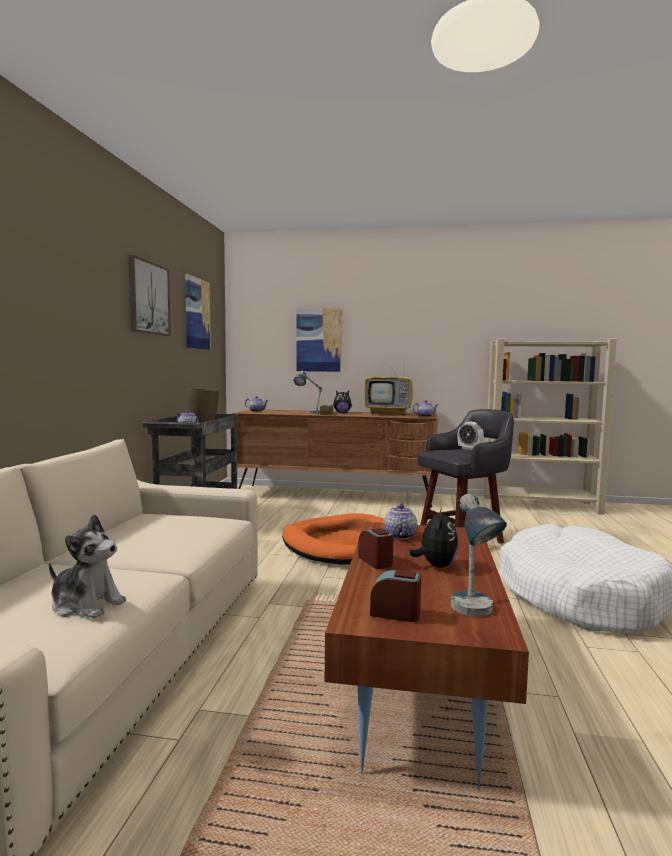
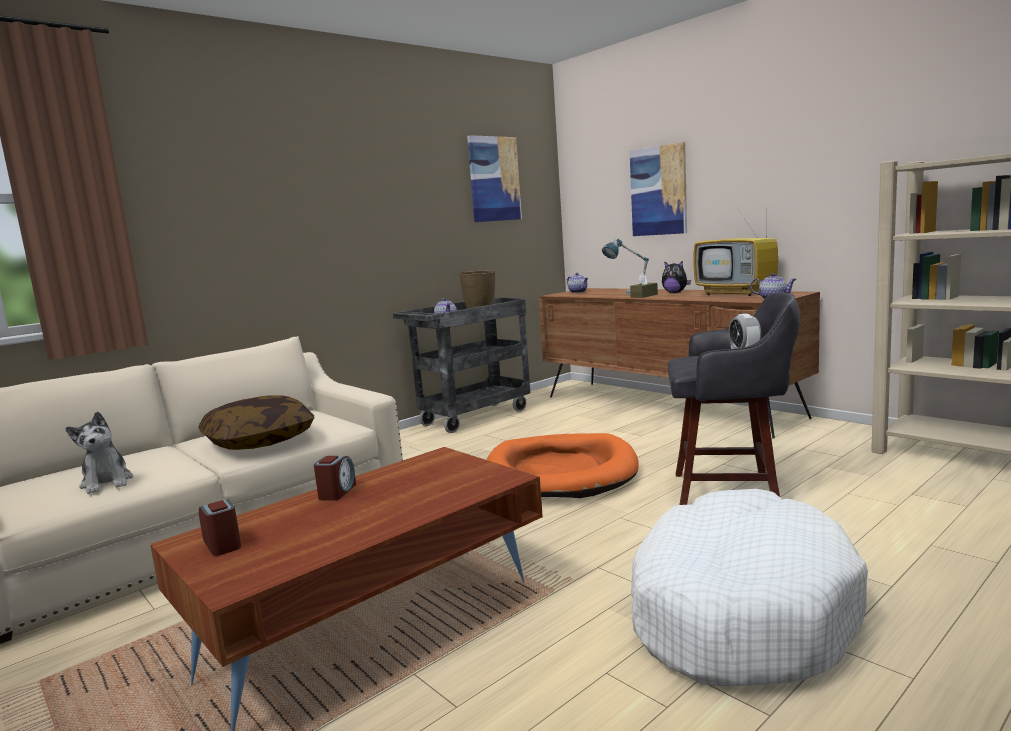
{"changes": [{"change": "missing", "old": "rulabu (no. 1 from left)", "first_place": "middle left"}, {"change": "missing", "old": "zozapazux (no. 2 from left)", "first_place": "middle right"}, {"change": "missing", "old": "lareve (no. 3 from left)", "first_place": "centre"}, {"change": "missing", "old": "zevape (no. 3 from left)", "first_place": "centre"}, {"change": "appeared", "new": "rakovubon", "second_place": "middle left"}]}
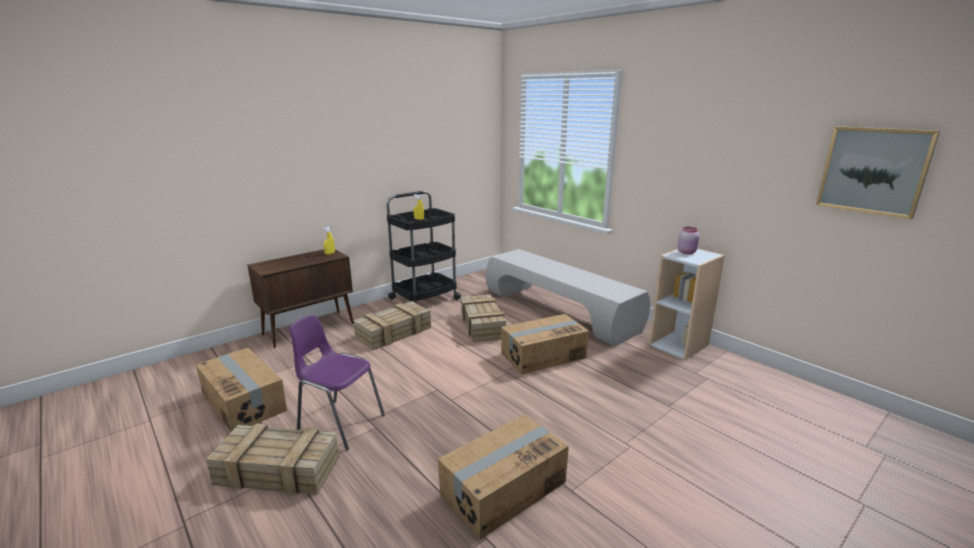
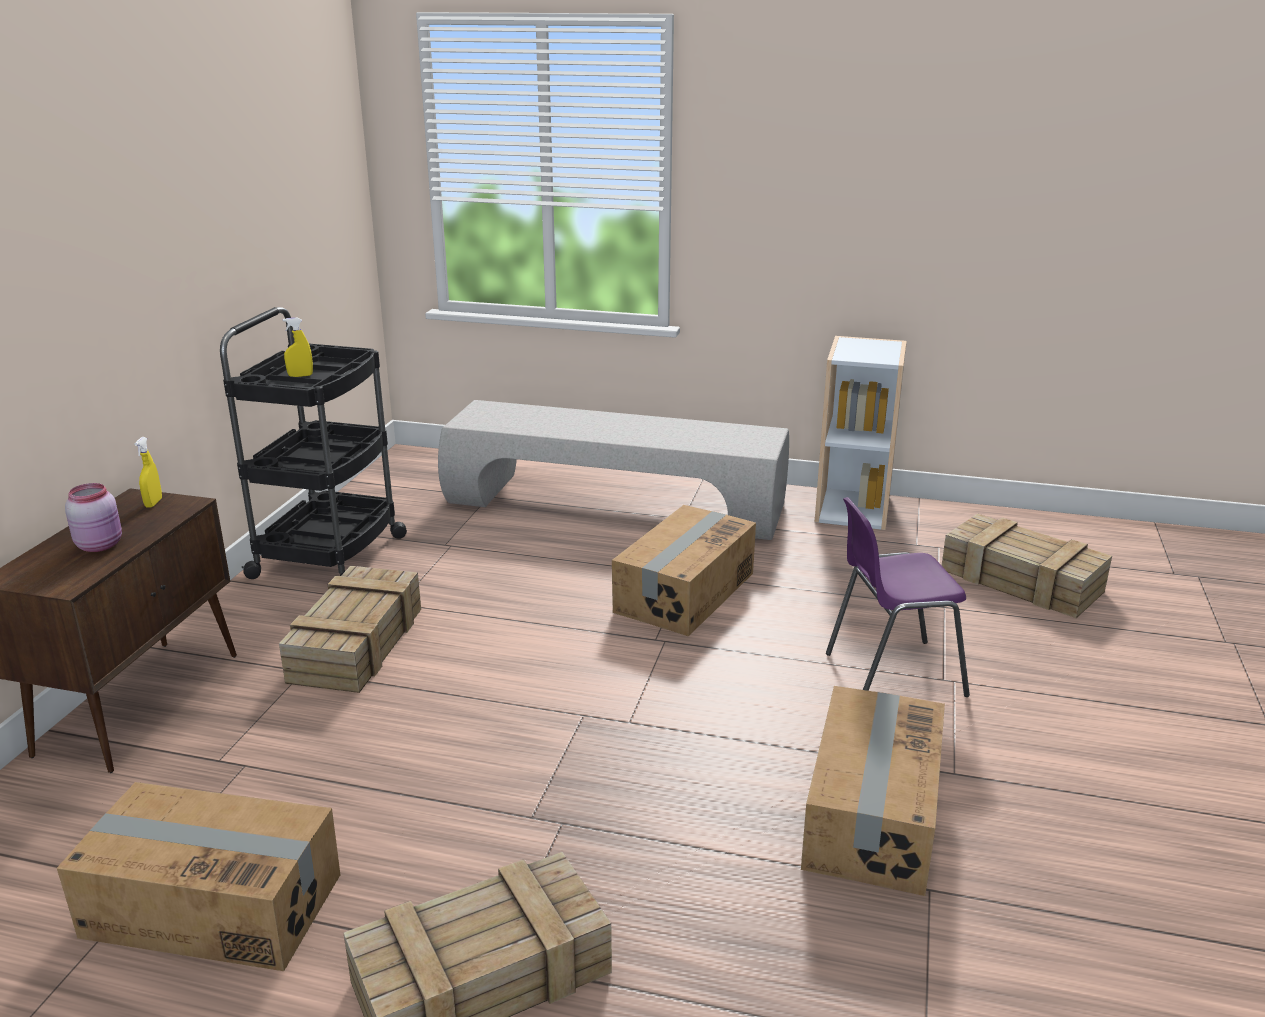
{"changes": [{"change": "missing", "old": "rulabu", "first_place": "top right"}, {"change": "relocated", "old": "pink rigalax", "first_place": "middle right", "second_place": "middle left"}, {"change": "relocated", "old": "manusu (no. 3 from left)", "first_place": "centre", "second_place": "middle right"}, {"change": "relocated", "old": "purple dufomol", "first_place": "bottom centre", "second_place": "middle right"}]}
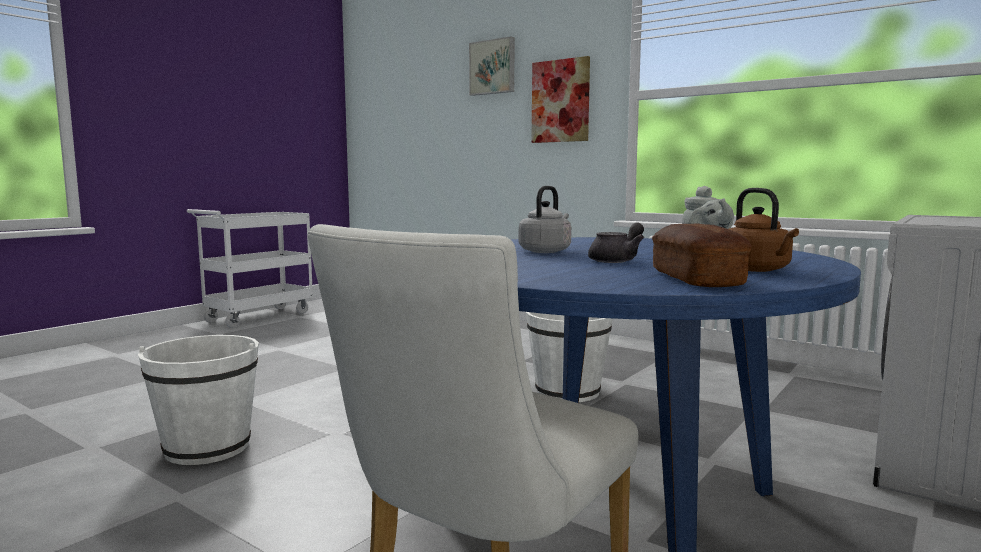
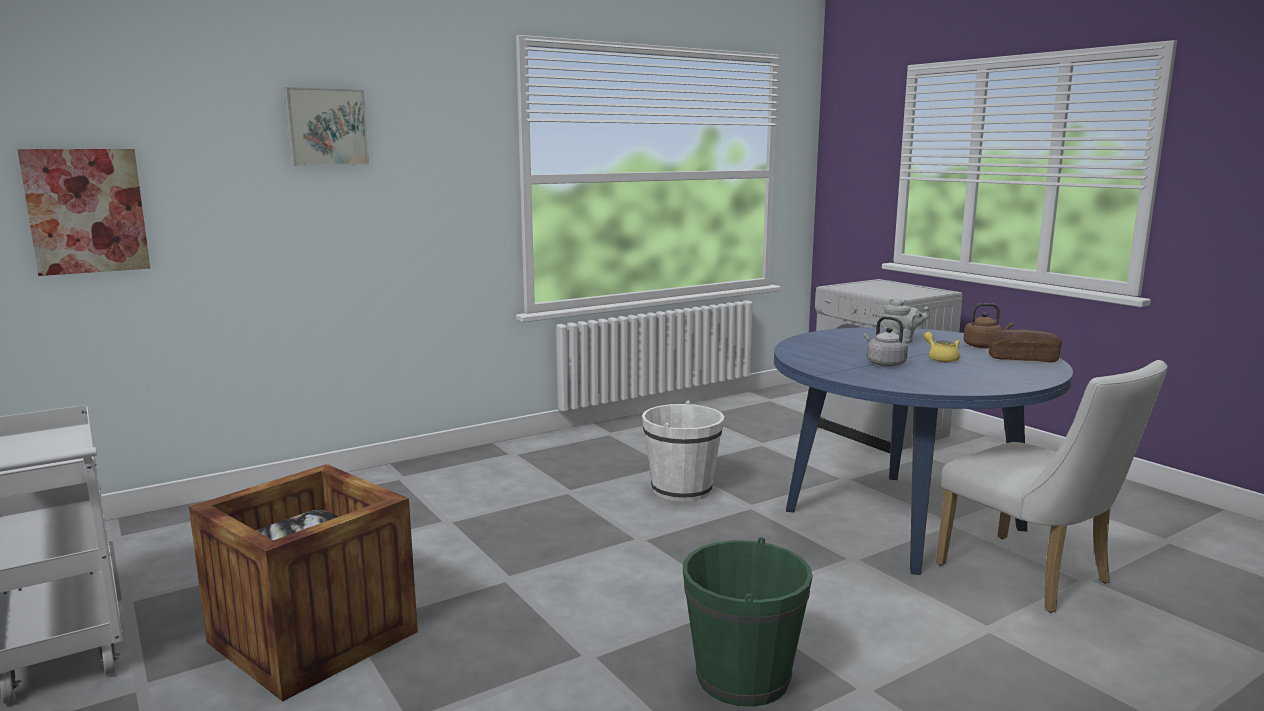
{"changes": [{"change": "relocated", "old": "rulabu (no. 2 from left in the first image)", "new": "rulabu (no. 1 from left)", "first_place": "top centre", "second_place": "top left"}, {"change": "colour", "old": "grey lareve (no. 1 from left)", "new": "yellow lareve", "first_place": "centre", "second_place": "middle right"}, {"change": "colour", "old": "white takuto (no. 1 from left)", "new": "green takuto", "first_place": "bottom left", "second_place": "bottom centre"}, {"change": "appeared", "new": "manusu", "second_place": "bottom left"}]}
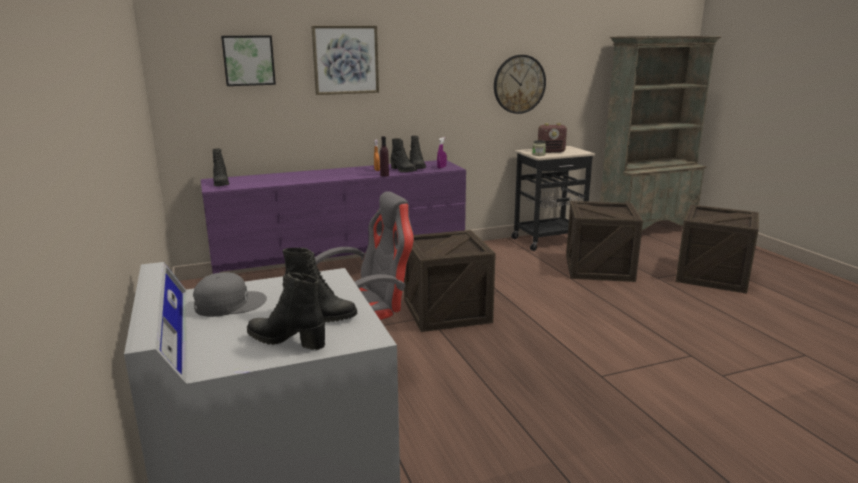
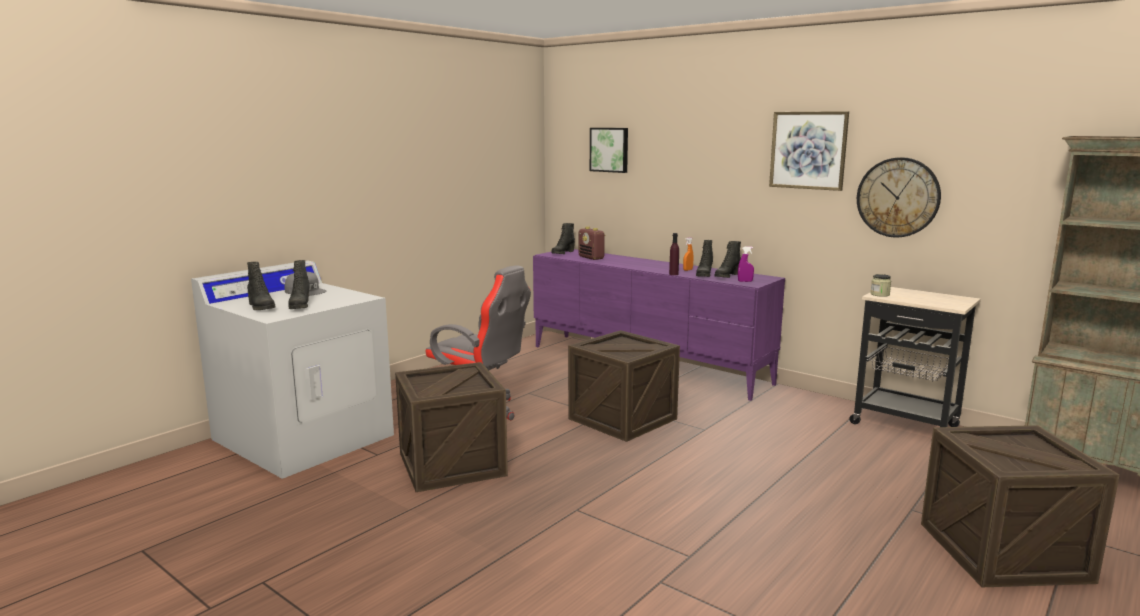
{"changes": [{"change": "relocated", "old": "rulabu (no. 2 from left)", "first_place": "top centre", "second_place": "top right"}, {"change": "relocated", "old": "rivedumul", "first_place": "top centre", "second_place": "centre"}, {"change": "relocated", "old": "manusu (no. 2 from left in the first image)", "new": "manusu (no. 1 from left)", "first_place": "middle right", "second_place": "bottom centre"}, {"change": "spun", "old": "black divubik (no. 2 from left in the first image)", "first_place": "centre", "second_place": "middle left", "degrees": 150}]}
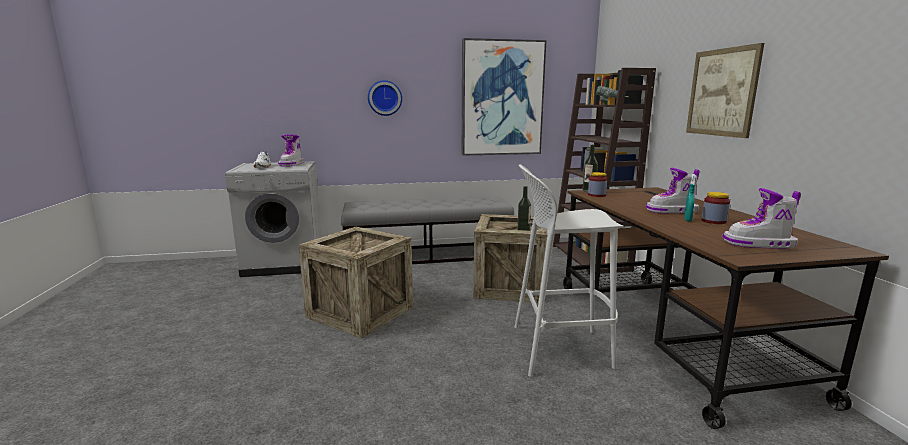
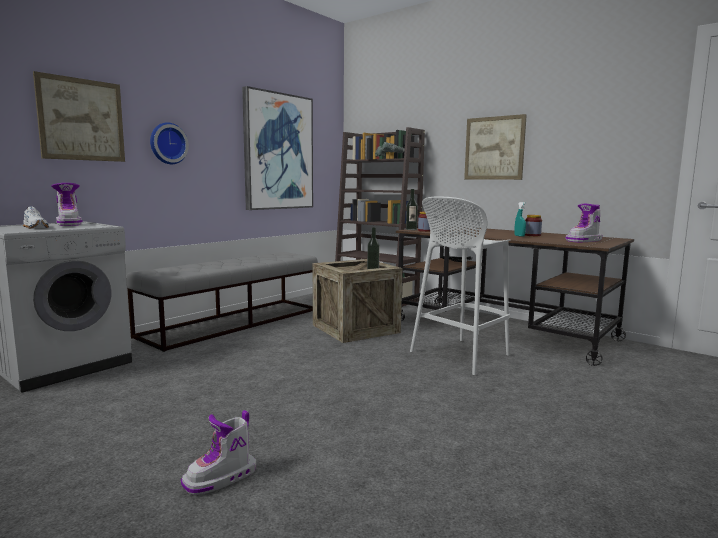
{"changes": [{"change": "relocated", "old": "divubik (no. 2 from left)", "first_place": "middle right", "second_place": "bottom left"}, {"change": "missing", "old": "manusu (no. 1 from left)", "first_place": "centre"}, {"change": "appeared", "new": "rulabu (no. 1 from left)", "second_place": "top left"}]}
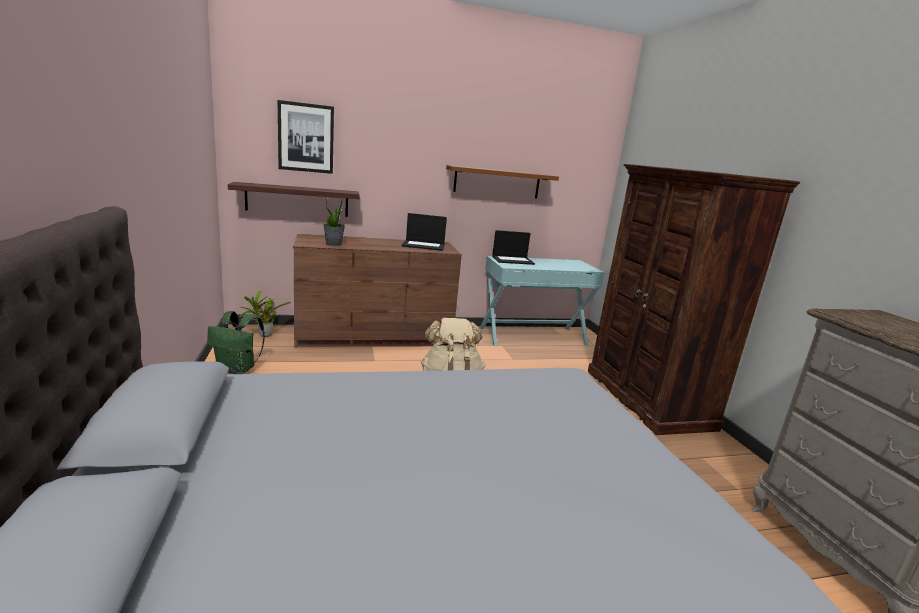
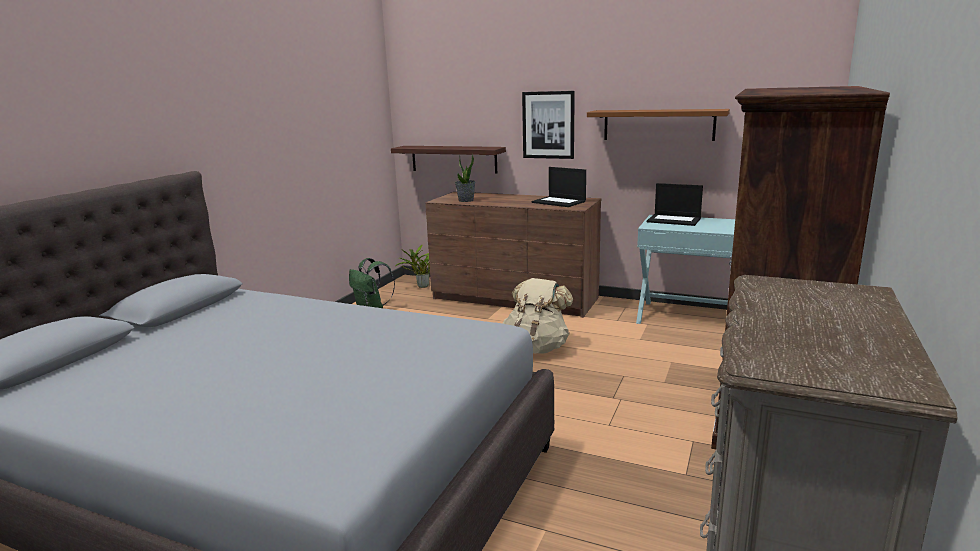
{"changes": [{"change": "relocated", "old": "rulabu", "first_place": "top left", "second_place": "top centre"}]}
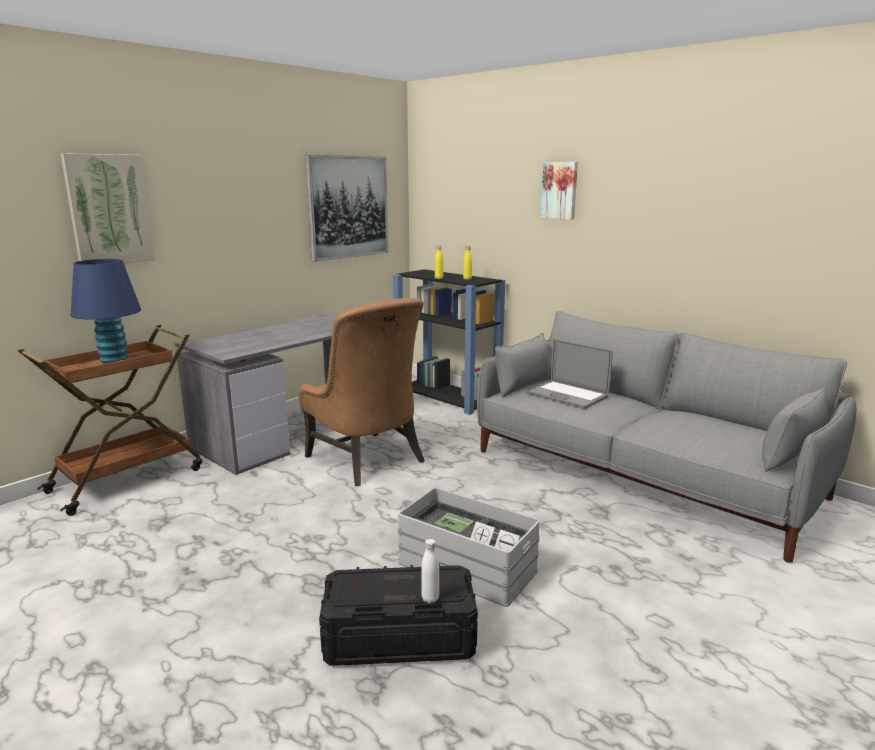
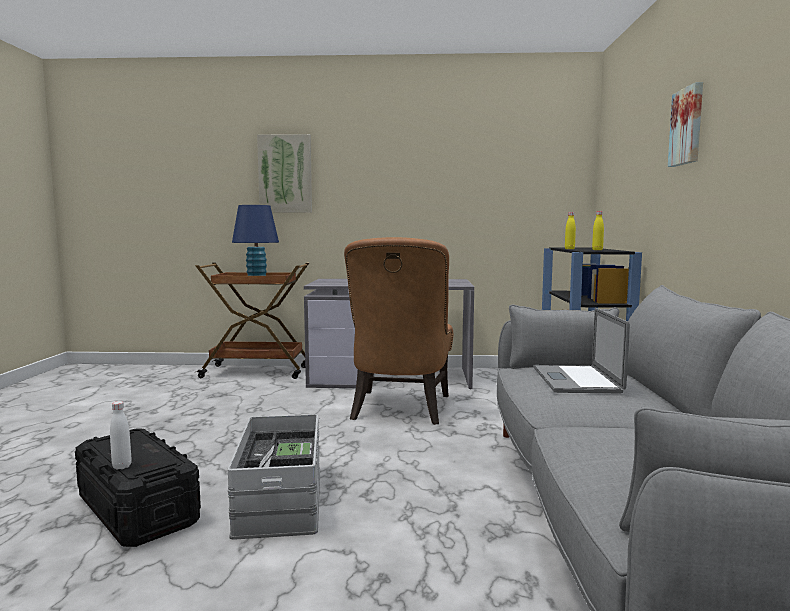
{"changes": [{"change": "missing", "old": "rulabu (no. 2 from left)", "first_place": "top centre"}]}
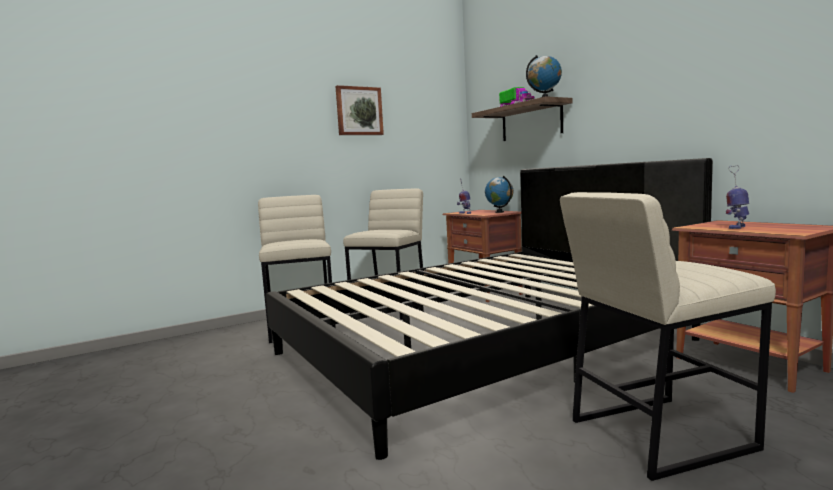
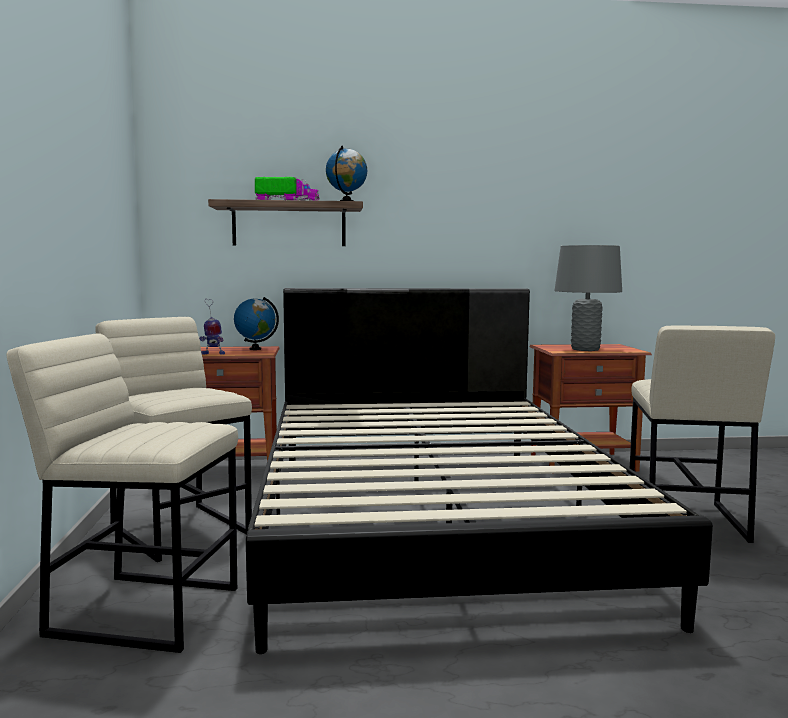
{"changes": [{"change": "missing", "old": "rulabu", "first_place": "top centre"}, {"change": "exchanged", "old": "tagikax (no. 2 from left)", "new": "grey zozapazux", "first_place": "middle right", "second_place": "middle right"}]}
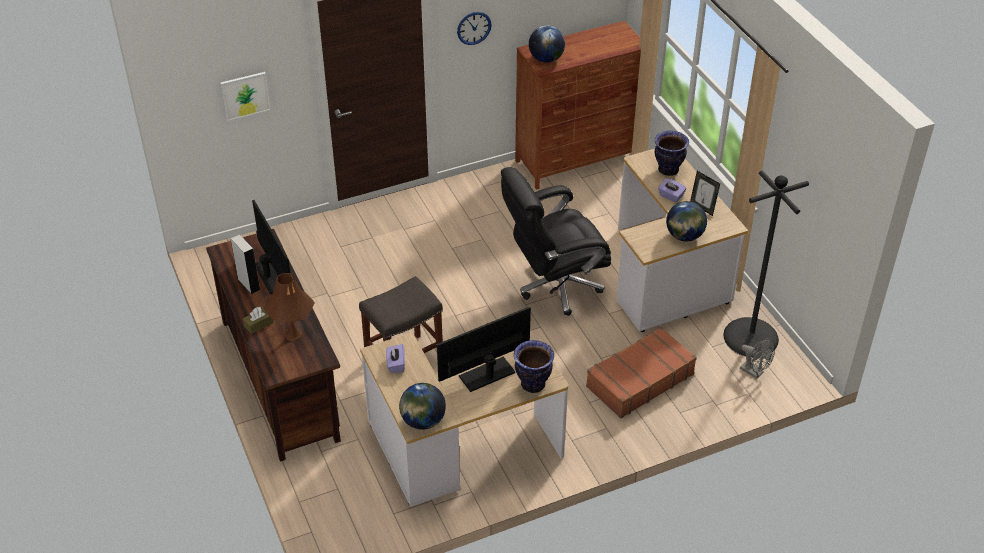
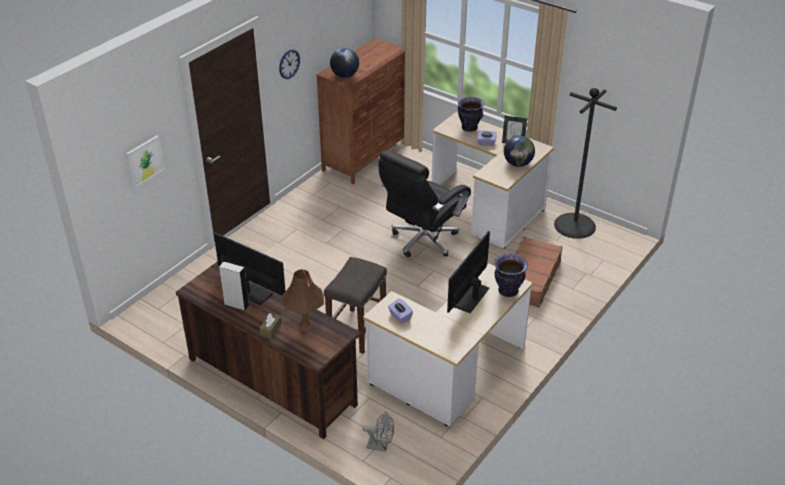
{"changes": [{"change": "relocated", "old": "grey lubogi", "first_place": "middle right", "second_place": "bottom centre"}, {"change": "missing", "old": "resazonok (no. 1 from left)", "first_place": "bottom centre"}]}
